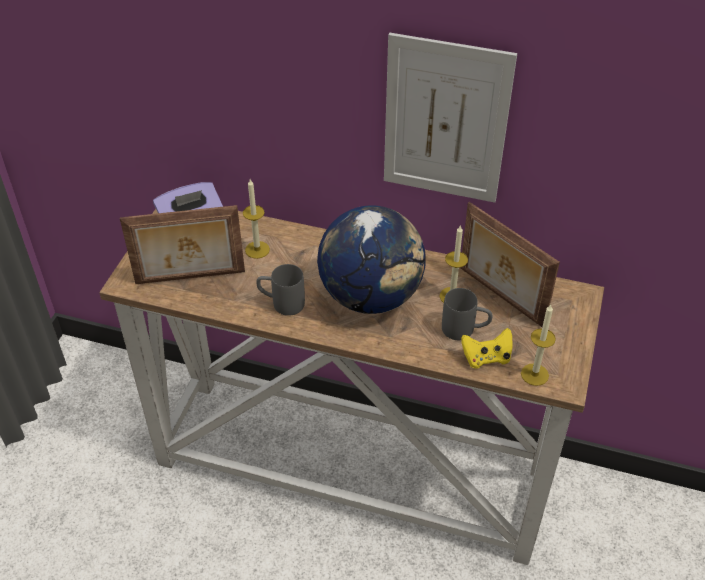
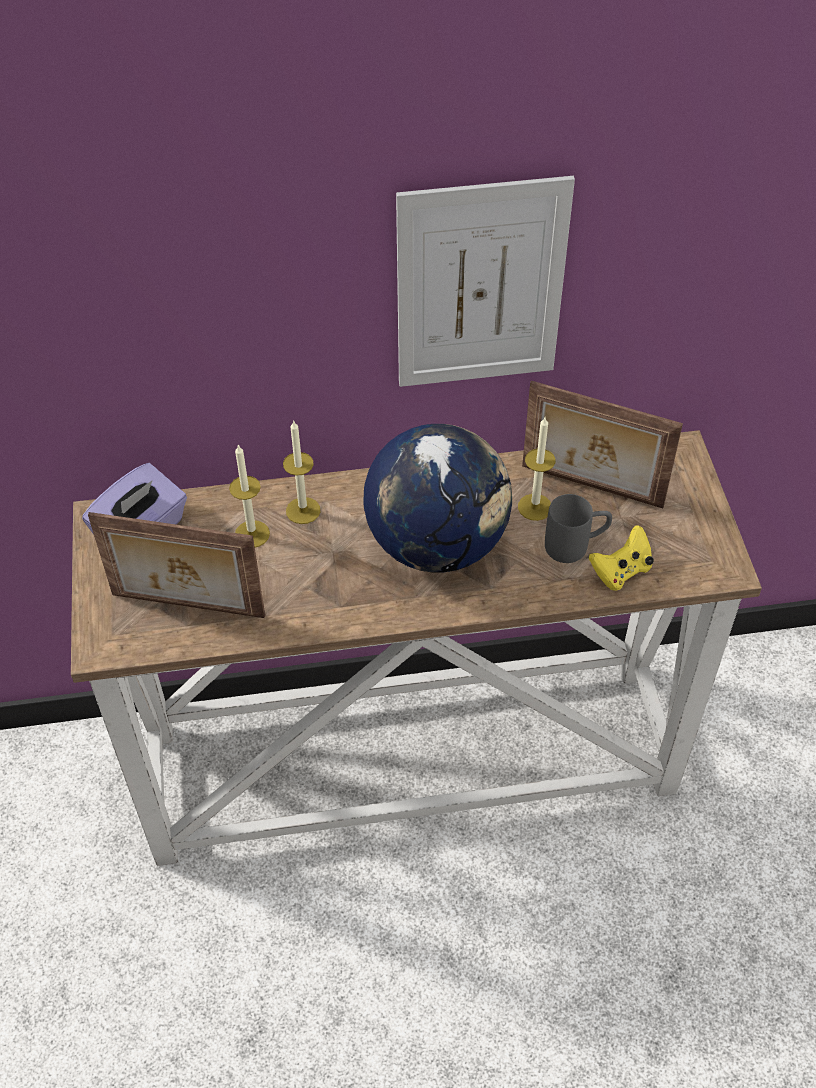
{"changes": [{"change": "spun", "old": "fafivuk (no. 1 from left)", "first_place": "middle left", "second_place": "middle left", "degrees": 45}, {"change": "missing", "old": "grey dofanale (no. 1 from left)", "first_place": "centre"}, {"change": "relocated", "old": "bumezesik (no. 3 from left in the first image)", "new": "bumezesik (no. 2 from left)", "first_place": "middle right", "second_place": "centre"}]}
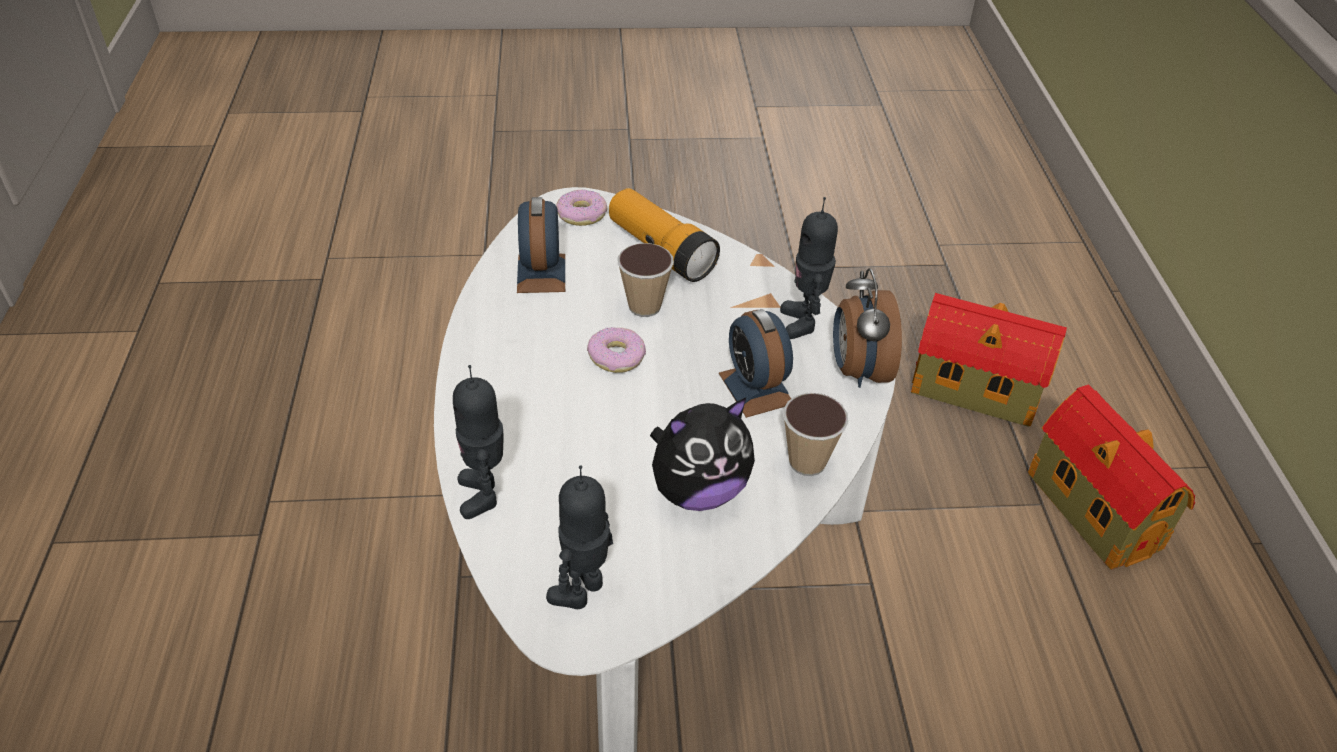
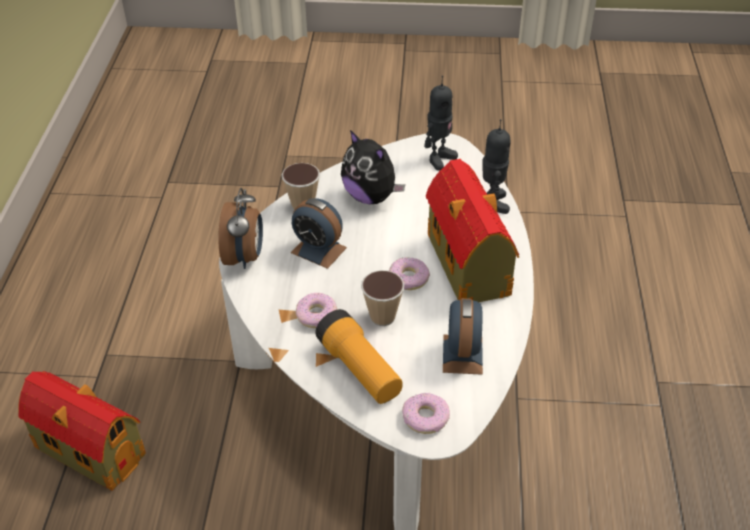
{"changes": [{"change": "missing", "old": "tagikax (no. 3 from left)", "first_place": "centre"}, {"change": "spun", "old": "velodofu (no. 2 from left)", "first_place": "centre", "second_place": "centre", "degrees": 135}, {"change": "relocated", "old": "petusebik (no. 2 from left)", "first_place": "middle right", "second_place": "centre"}, {"change": "spun", "old": "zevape", "first_place": "centre", "second_place": "top centre", "degrees": -120}, {"change": "appeared", "new": "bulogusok (no. 1 from left)", "second_place": "centre"}]}
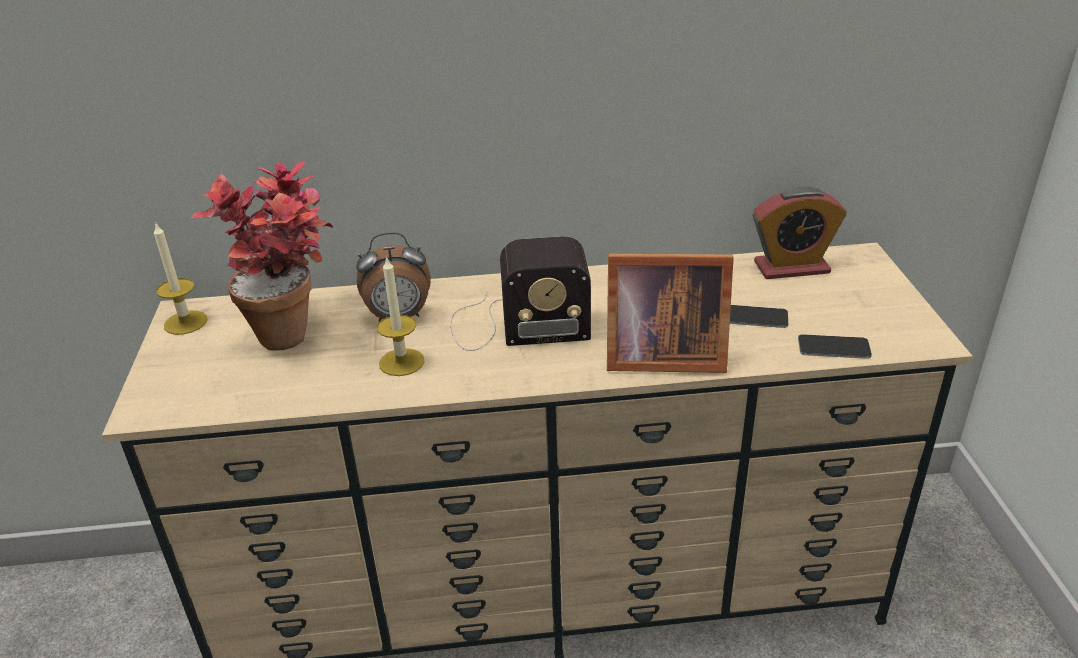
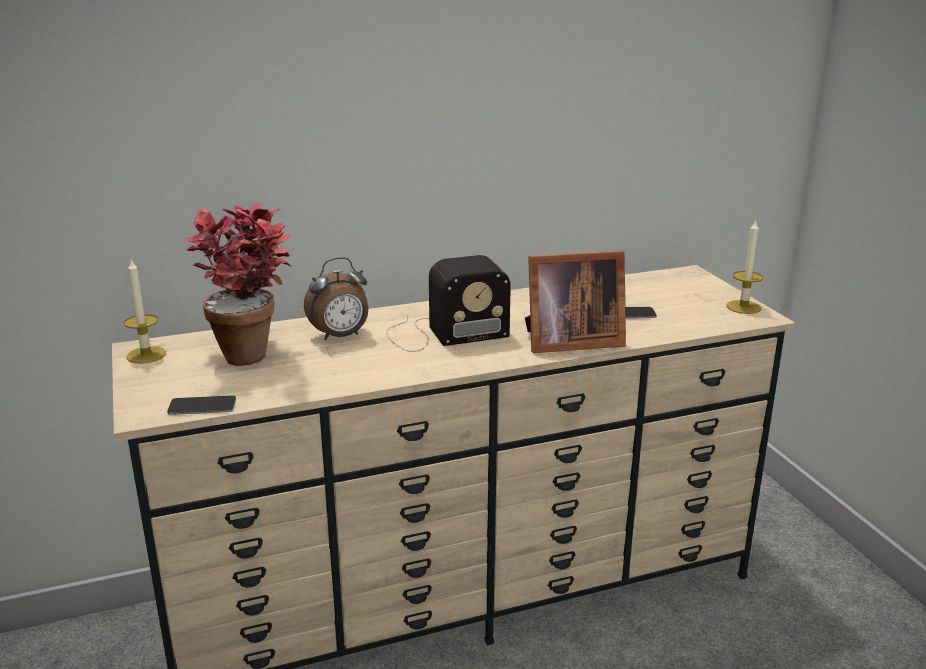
{"changes": [{"change": "missing", "old": "velodofu (no. 2 from left)", "first_place": "middle right"}, {"change": "relocated", "old": "bumezesik (no. 2 from left)", "first_place": "centre", "second_place": "middle right"}, {"change": "relocated", "old": "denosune (no. 2 from left in the first image)", "new": "denosune (no. 1 from left)", "first_place": "middle right", "second_place": "middle left"}]}
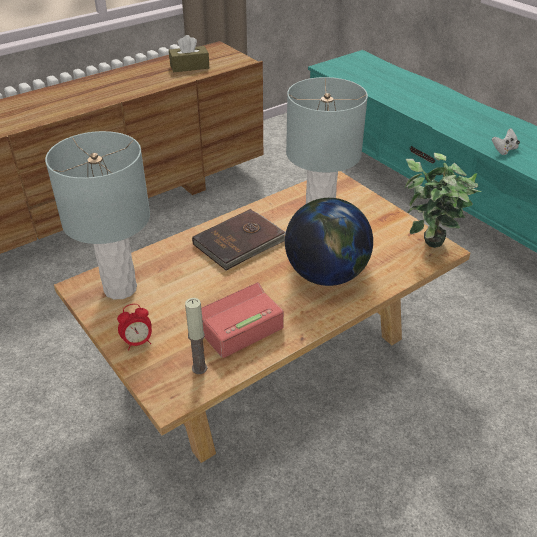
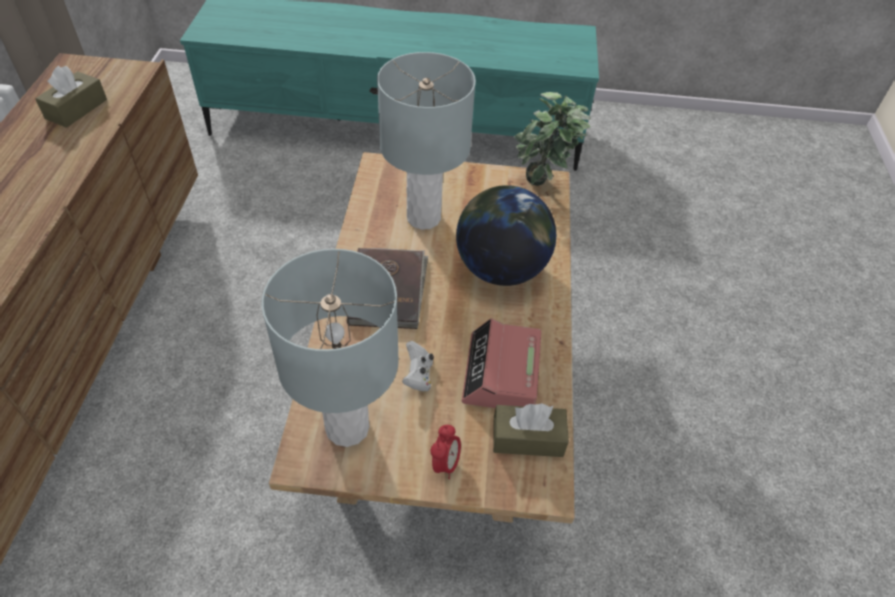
{"changes": [{"change": "relocated", "old": "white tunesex", "first_place": "top right", "second_place": "centre"}, {"change": "exchanged", "old": "bumezesik", "new": "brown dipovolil (no. 2 from left)", "first_place": "centre", "second_place": "bottom centre"}]}
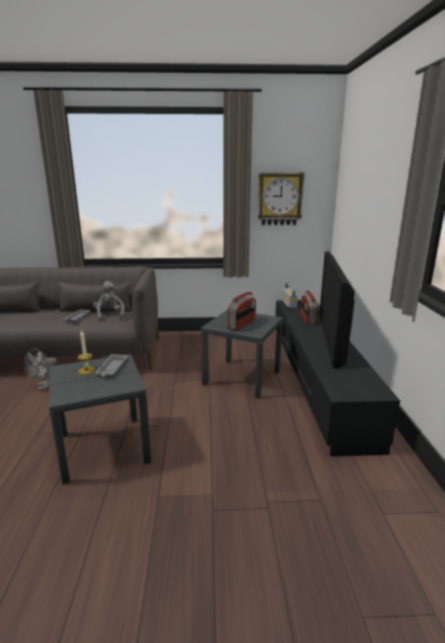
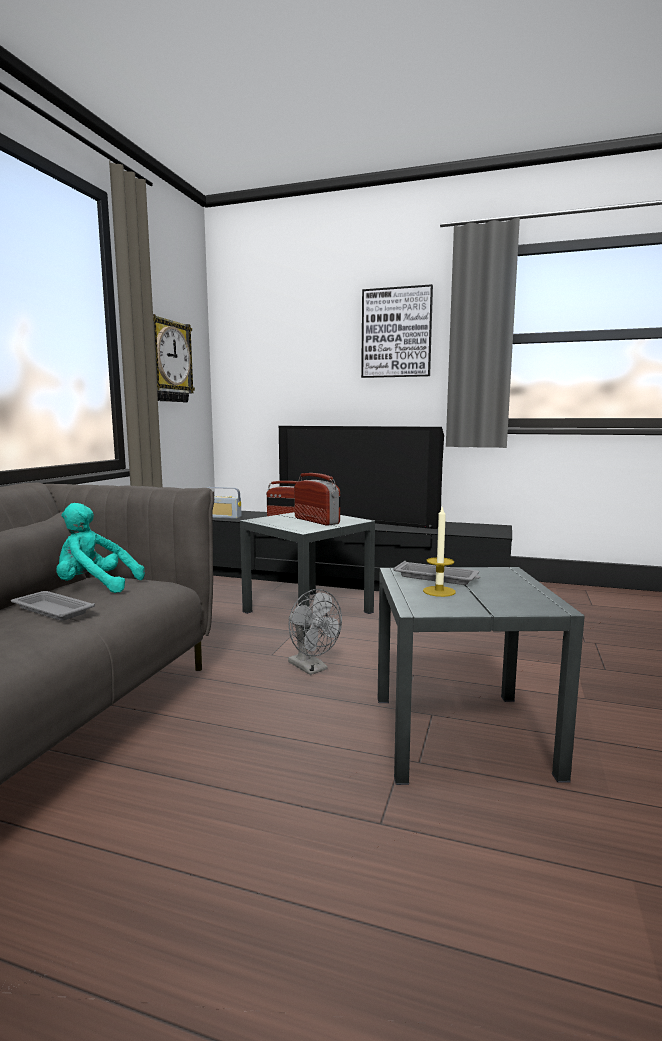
{"changes": [{"change": "colour", "old": "grey zevape", "new": "turquoise zevape", "first_place": "middle left", "second_place": "middle left"}, {"change": "relocated", "old": "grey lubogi", "first_place": "middle left", "second_place": "centre"}, {"change": "appeared", "new": "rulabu", "second_place": "top centre"}]}
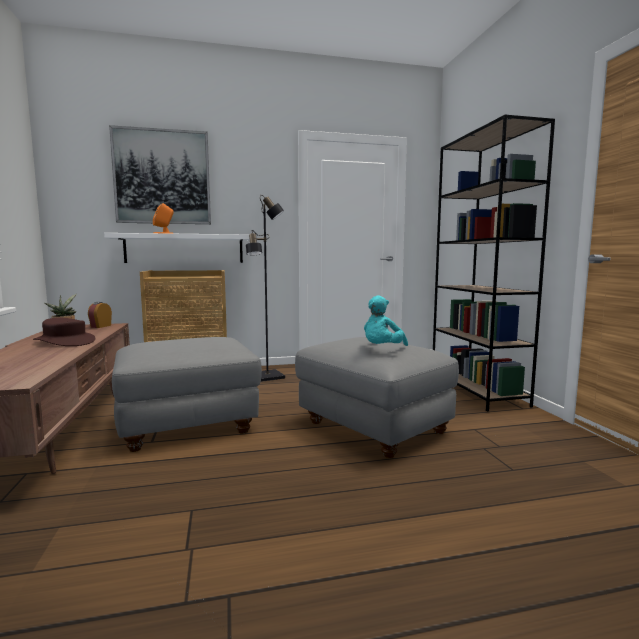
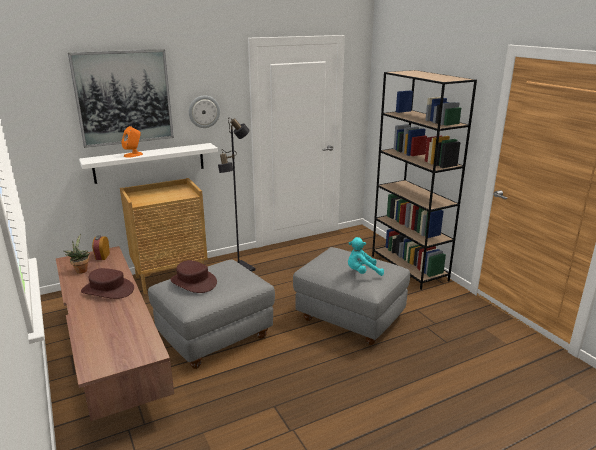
{"changes": [{"change": "spun", "old": "turquoise zevape", "first_place": "centre", "second_place": "centre", "degrees": 60}, {"change": "appeared", "new": "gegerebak", "second_place": "top centre"}, {"change": "appeared", "new": "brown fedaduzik (no. 2 from left)", "second_place": "middle left"}]}
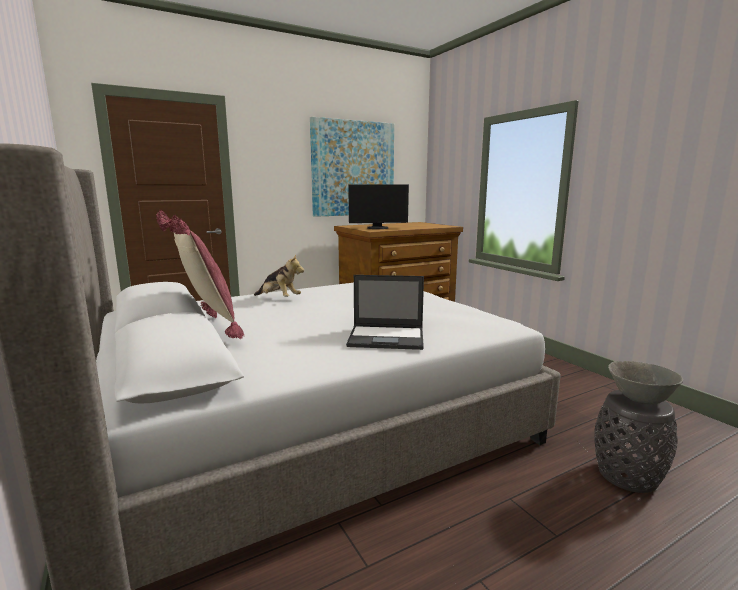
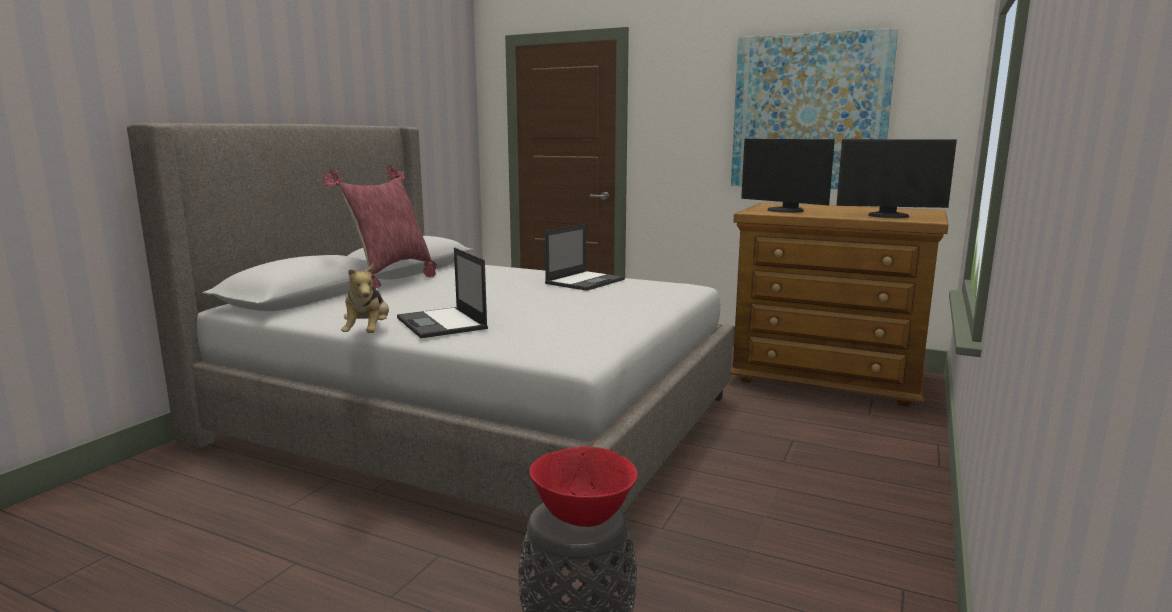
{"changes": [{"change": "relocated", "old": "zevape", "first_place": "centre", "second_place": "middle left"}, {"change": "colour", "old": "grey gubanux", "new": "red gubanux", "first_place": "middle right", "second_place": "bottom centre"}, {"change": "appeared", "new": "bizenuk (no. 2 from left)", "second_place": "top right"}, {"change": "appeared", "new": "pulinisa (no. 2 from left)", "second_place": "centre"}]}
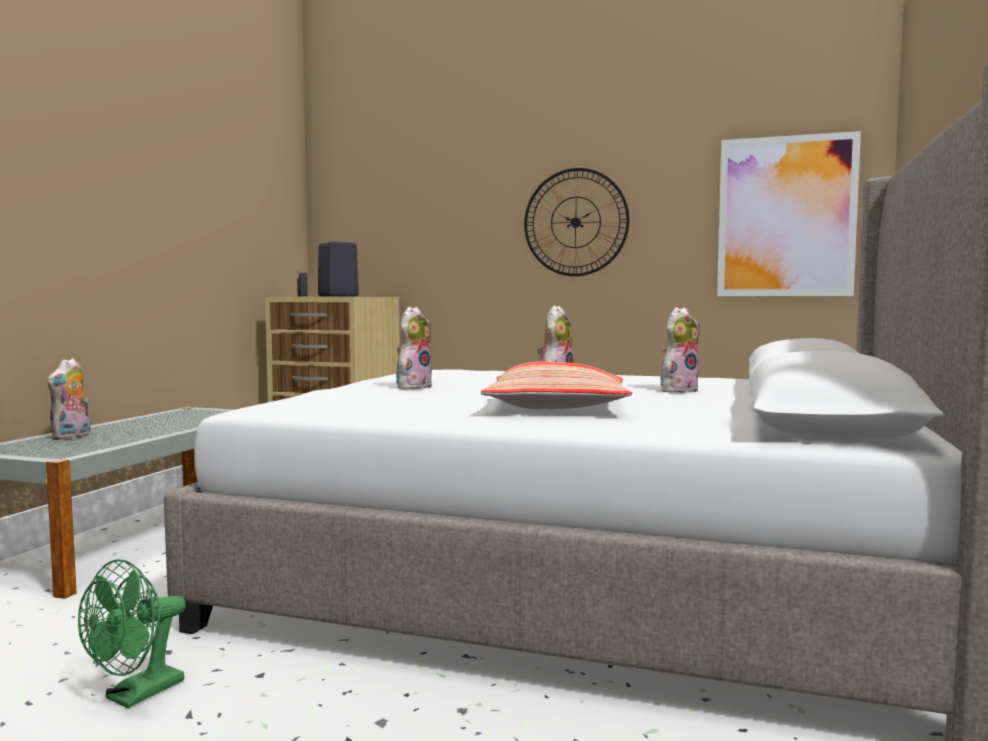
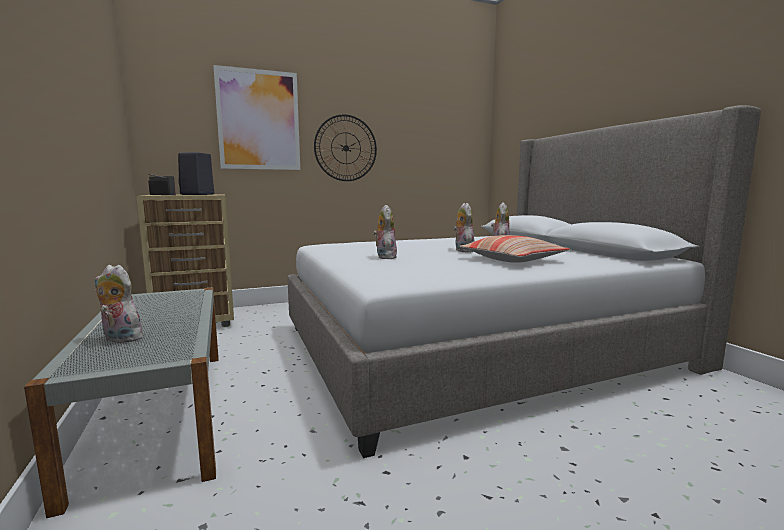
{"changes": [{"change": "relocated", "old": "rulabu", "first_place": "top right", "second_place": "top left"}, {"change": "spun", "old": "zevape (no. 1 from left)", "first_place": "middle left", "second_place": "middle left", "degrees": 135}, {"change": "missing", "old": "green lubogi", "first_place": "bottom left"}]}
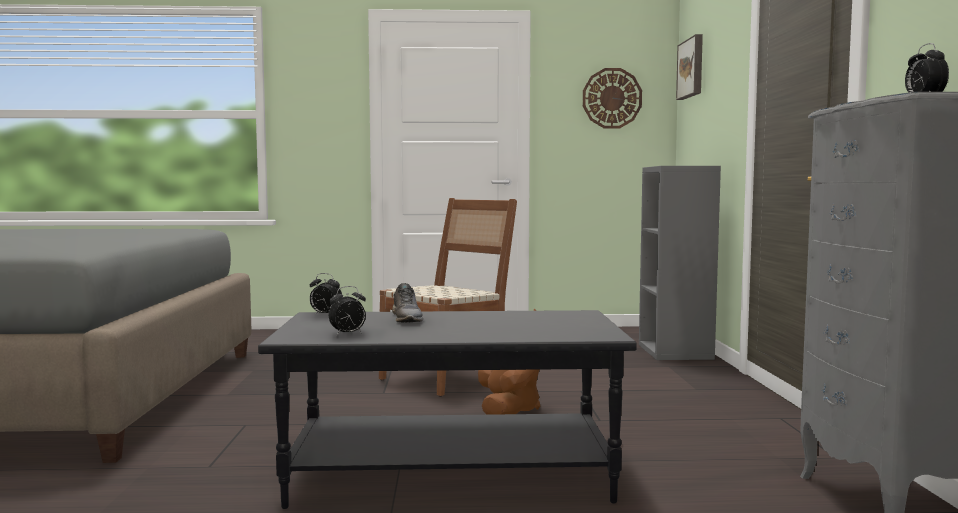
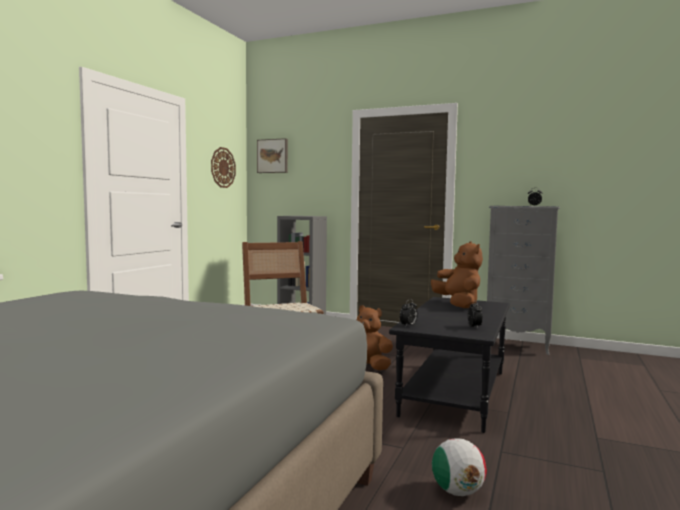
{"changes": [{"change": "missing", "old": "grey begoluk", "first_place": "centre"}, {"change": "appeared", "new": "brown zevape (no. 2 from left)", "second_place": "middle right"}, {"change": "appeared", "new": "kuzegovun", "second_place": "bottom right"}]}
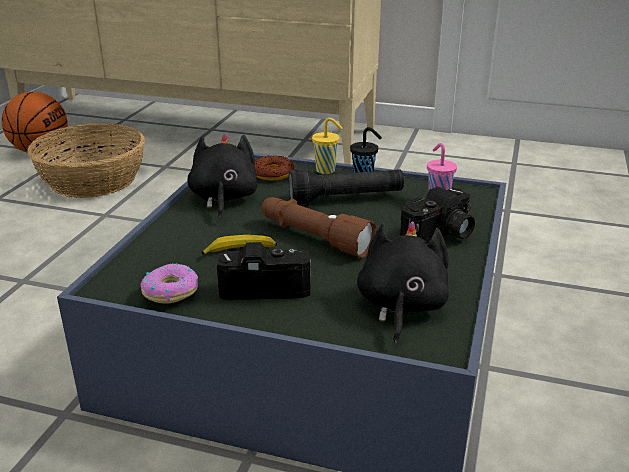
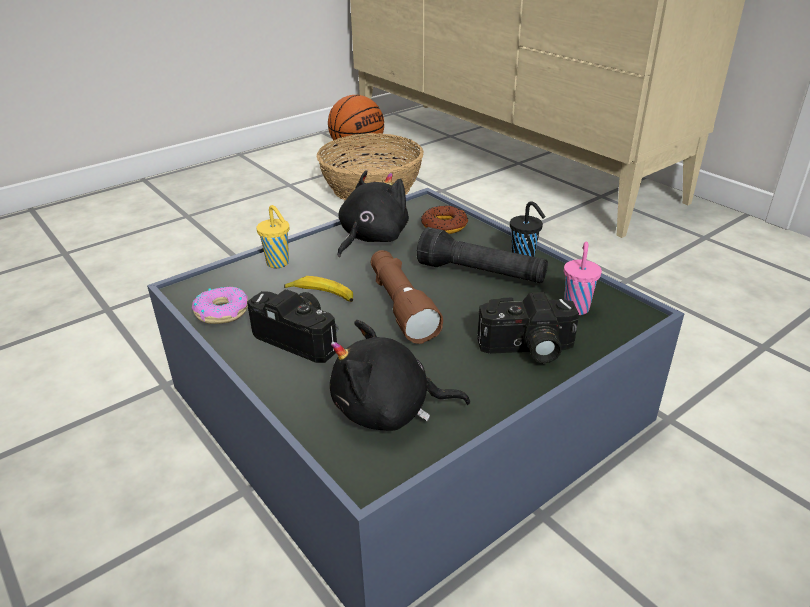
{"changes": [{"change": "relocated", "old": "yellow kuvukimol", "first_place": "top centre", "second_place": "centre"}, {"change": "spun", "old": "black zevape (no. 2 from left)", "first_place": "centre", "second_place": "centre", "degrees": -135}]}
